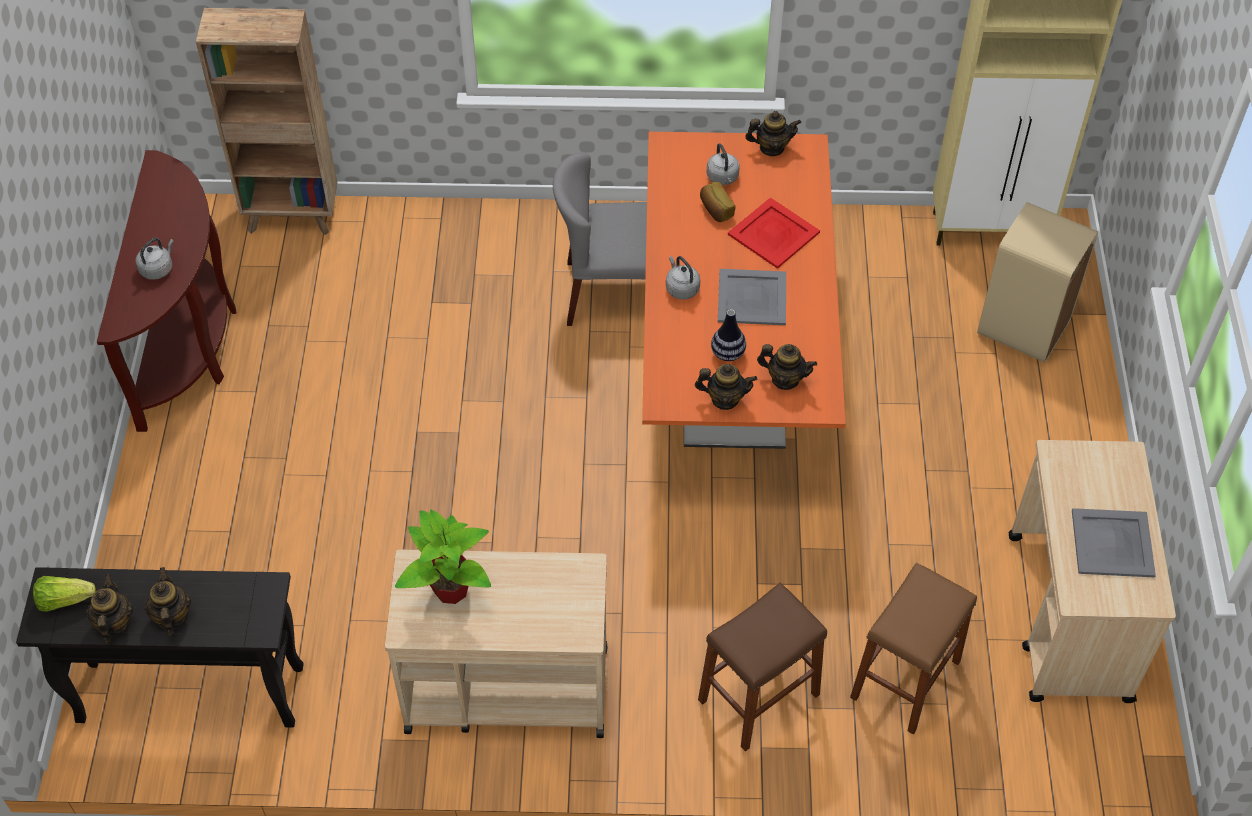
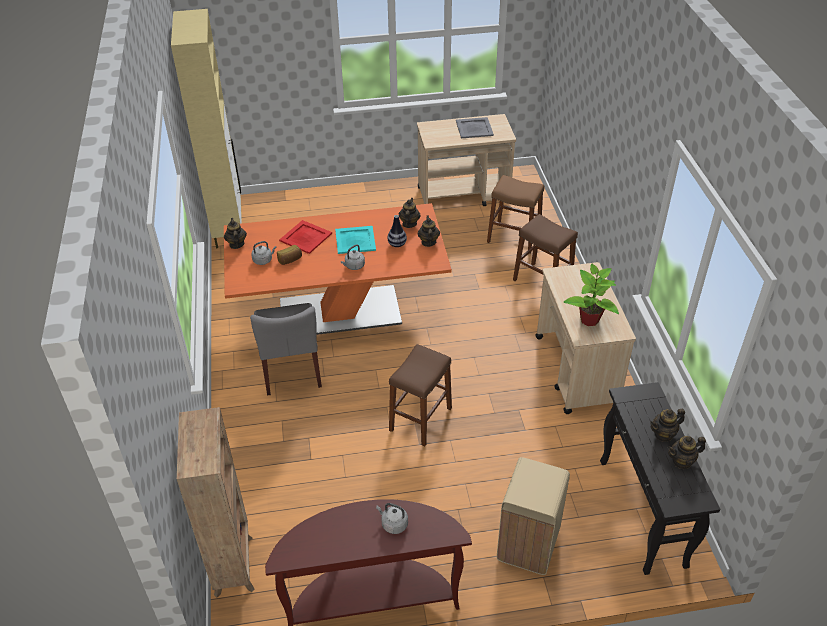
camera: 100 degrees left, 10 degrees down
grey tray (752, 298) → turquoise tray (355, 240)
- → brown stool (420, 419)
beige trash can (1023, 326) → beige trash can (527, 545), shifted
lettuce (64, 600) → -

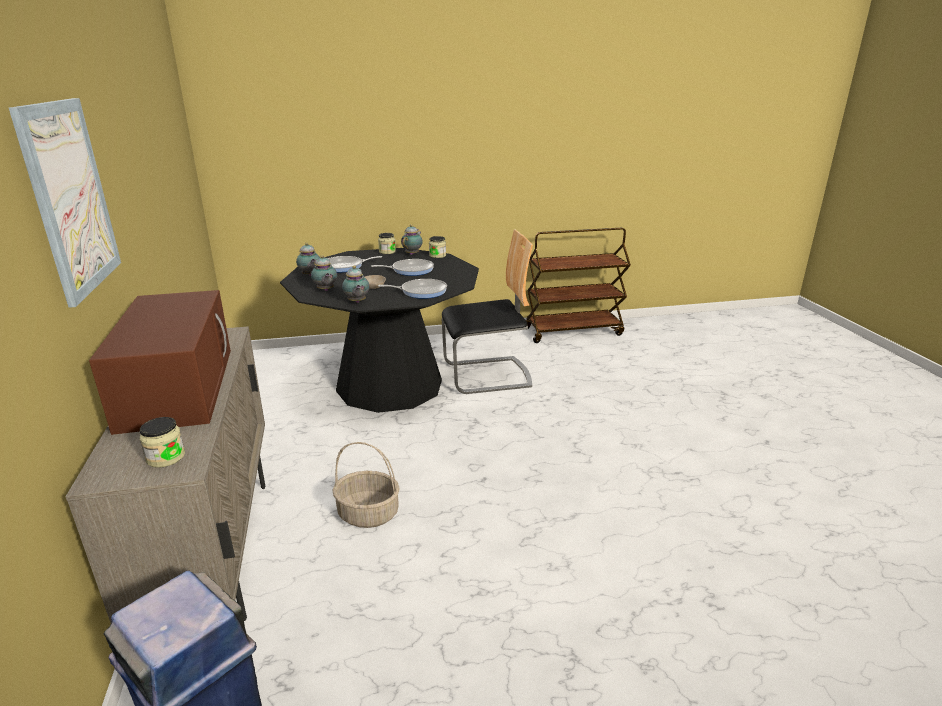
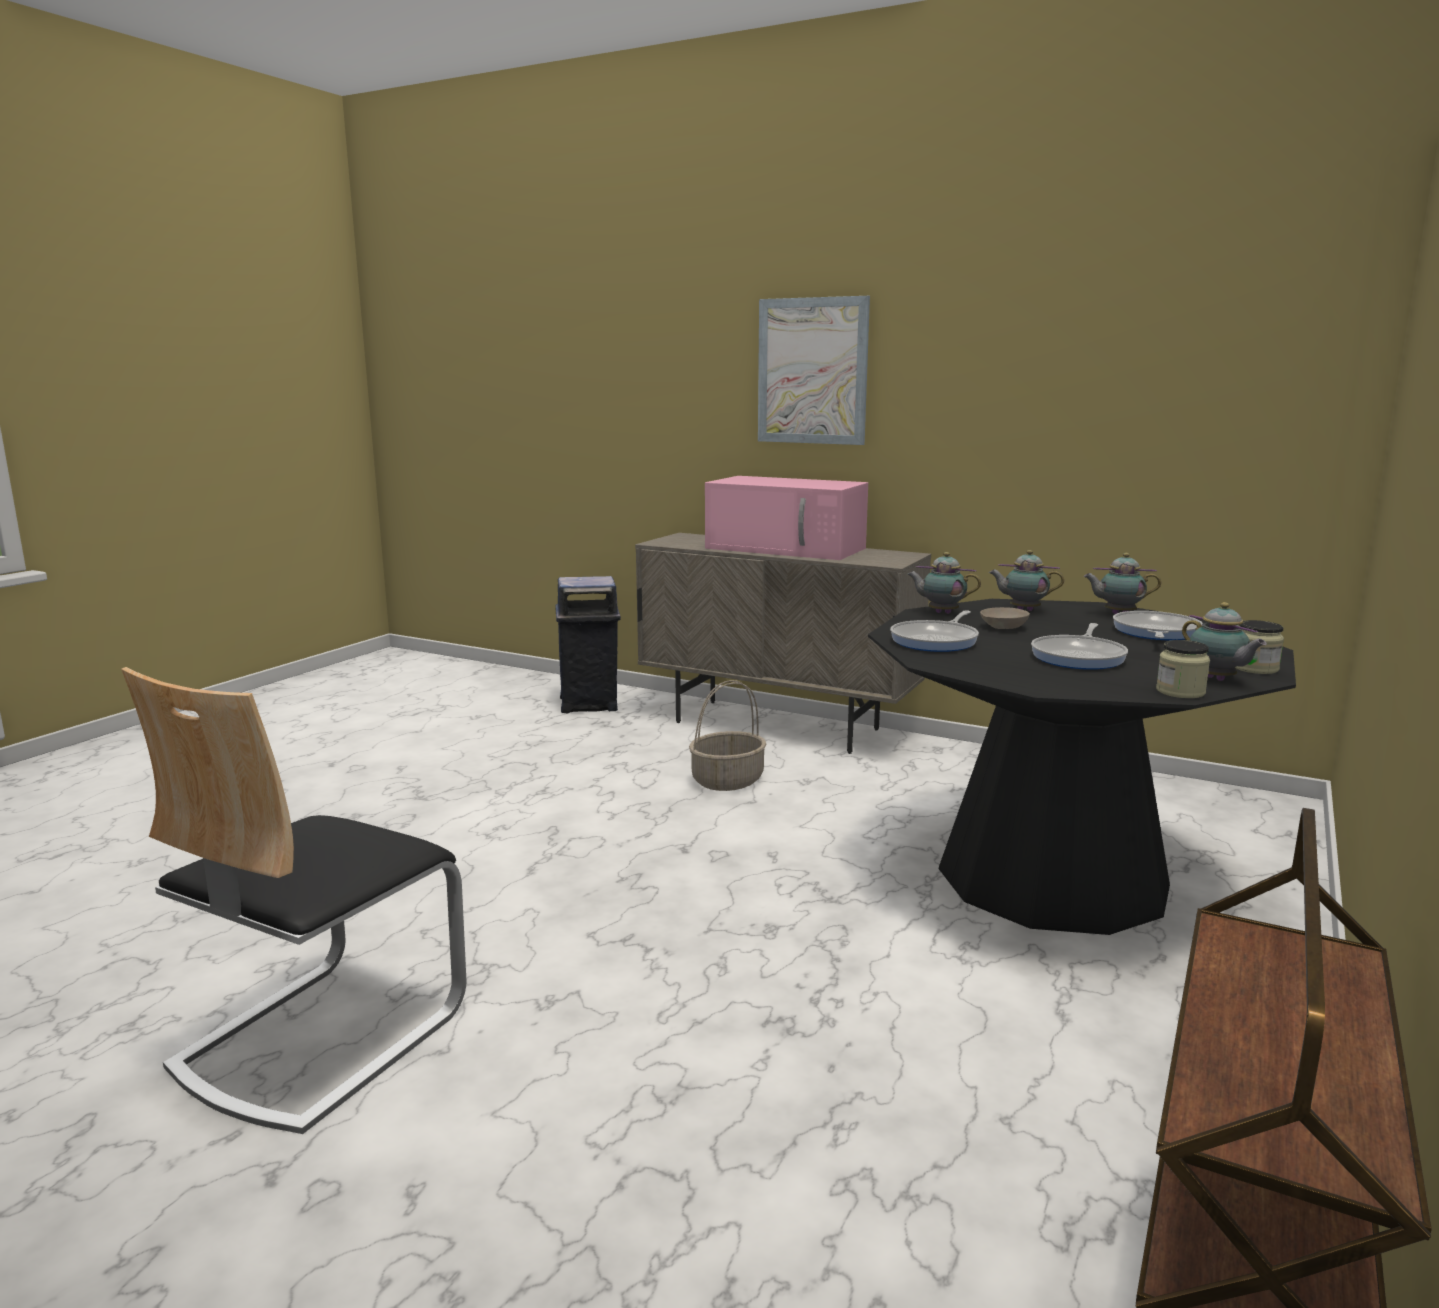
camera: 130 degrees right, 10 degrees down
chair (487, 375) → chair (319, 1036), shifted
brown microwave (178, 386) → pink microwave (788, 548)
jar (166, 457) → -

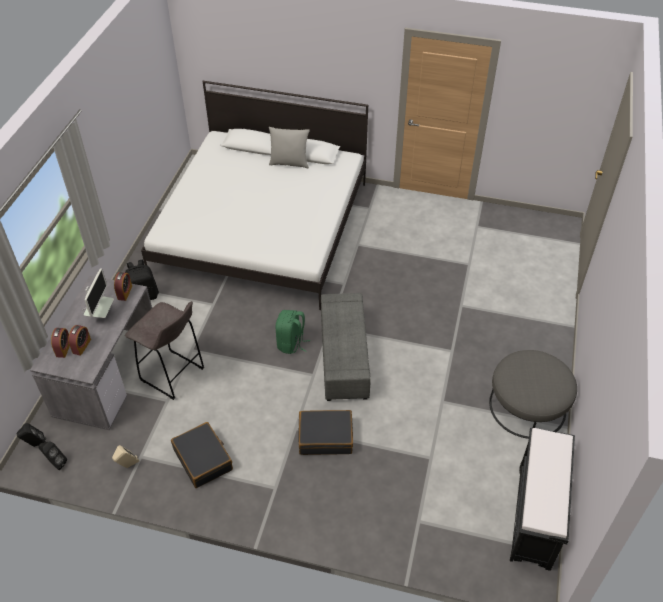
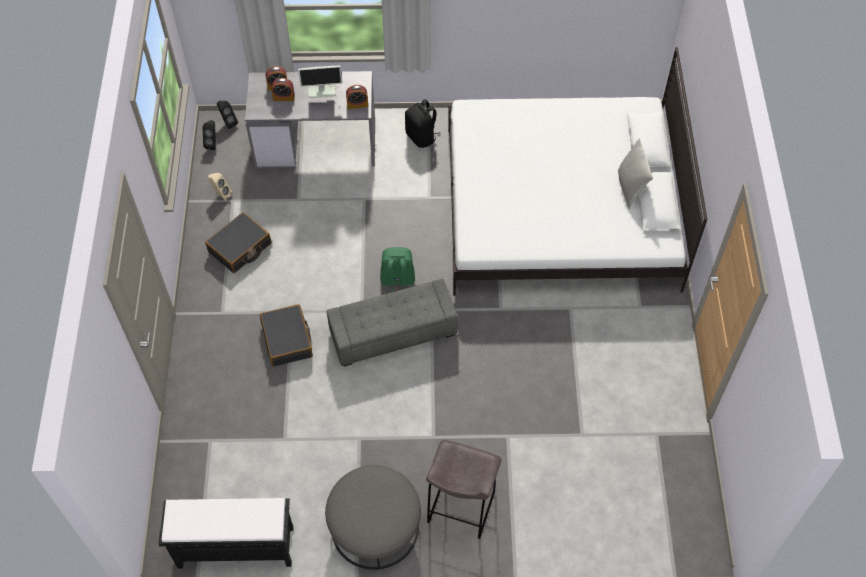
camera: 75 degrees right, 10 degrees up
grey stool (174, 375) → grey stool (460, 510), shifted

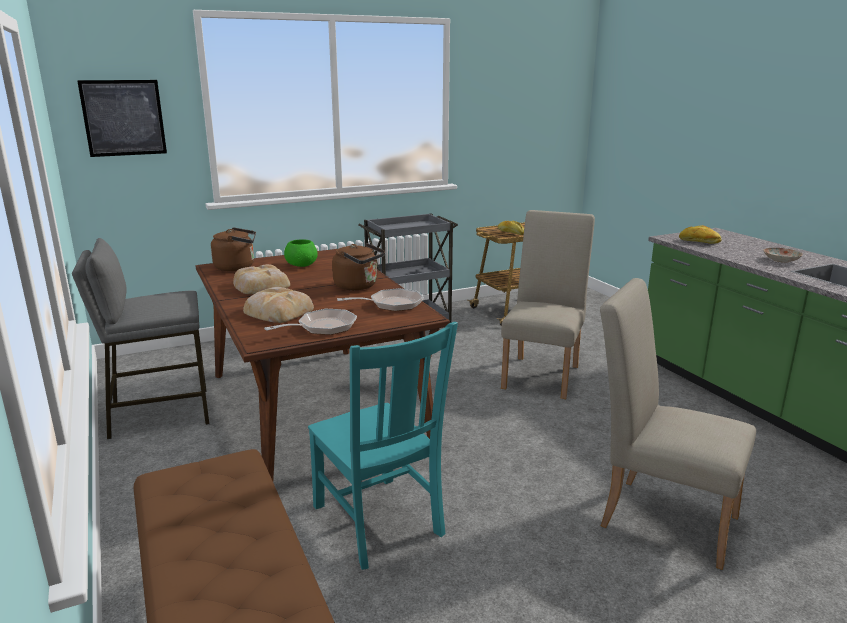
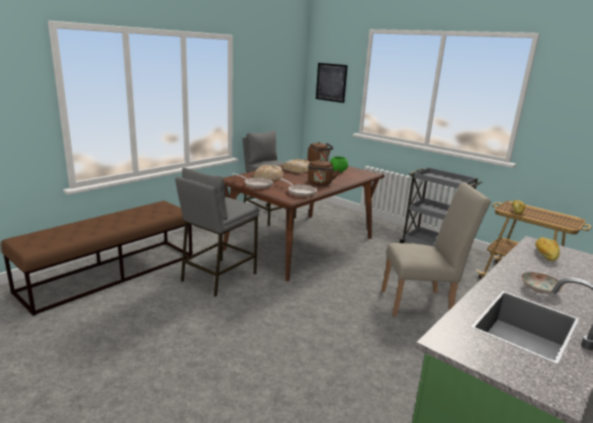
camera: 65 degrees right, 0 degrees up
turquoise chair (379, 523) → grey stool (218, 277)
beige chair (658, 516) → -

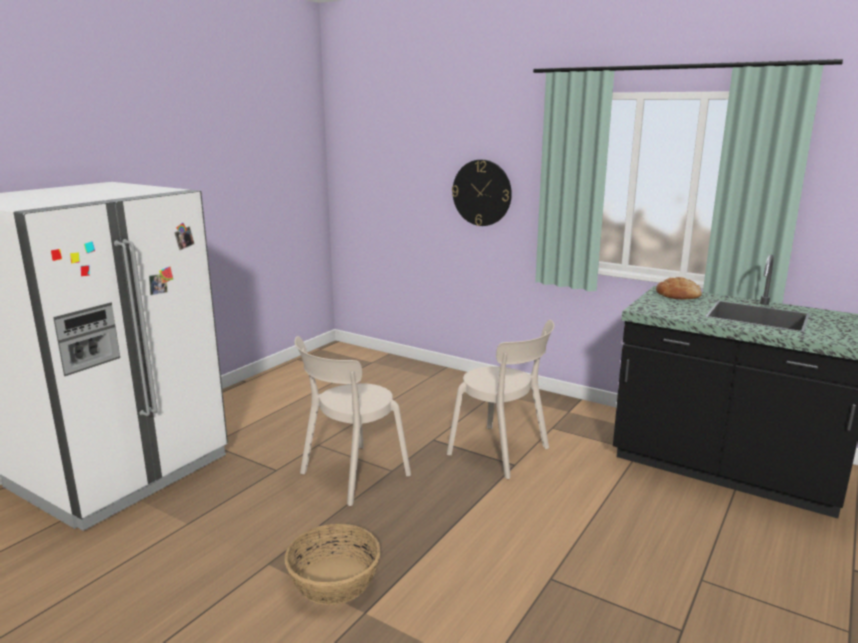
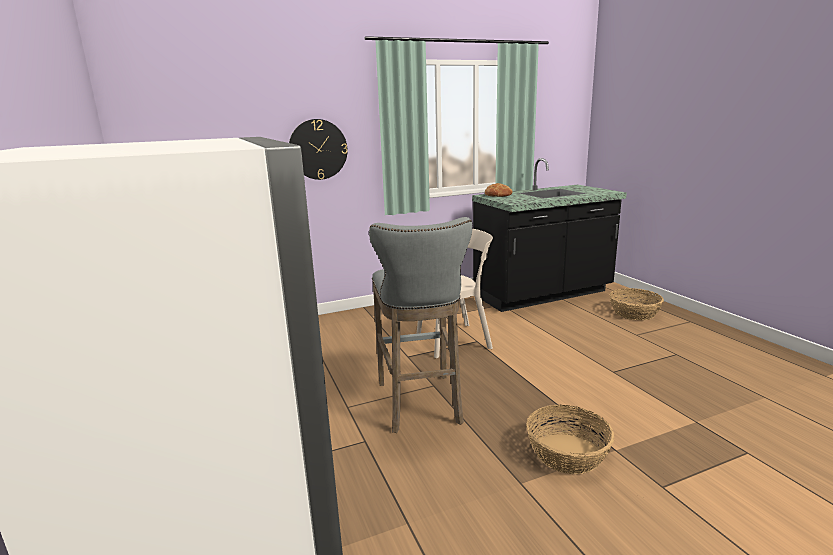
camera: 55 degrees left, 0 degrees up
beige chair (351, 476) → grey stool (421, 405)
- → basket (634, 313)

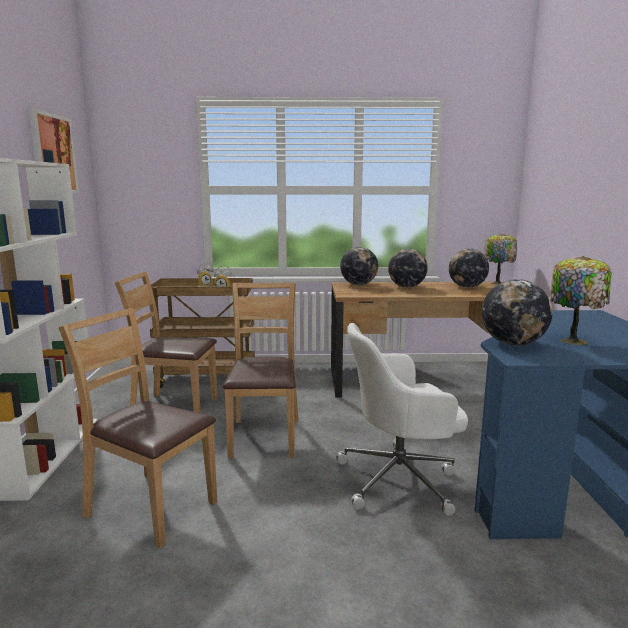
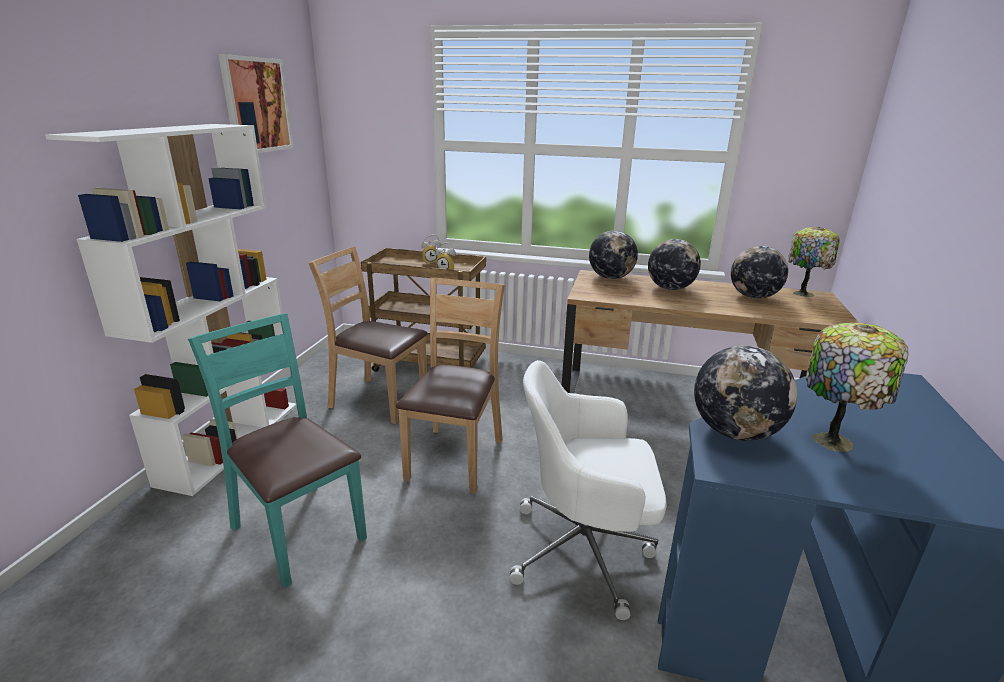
camera: 15 degrees right, 10 degrees up
brown chair (151, 507) → turquoise chair (298, 531)

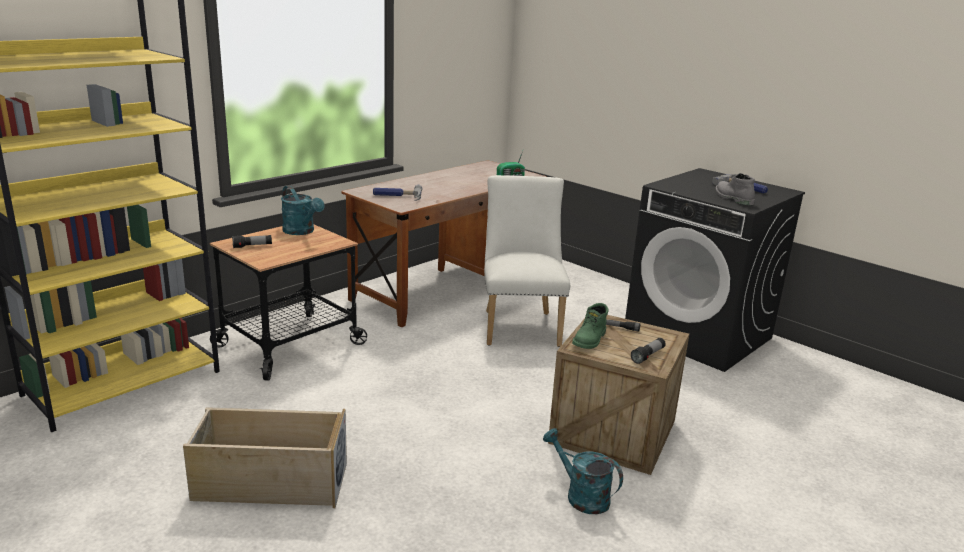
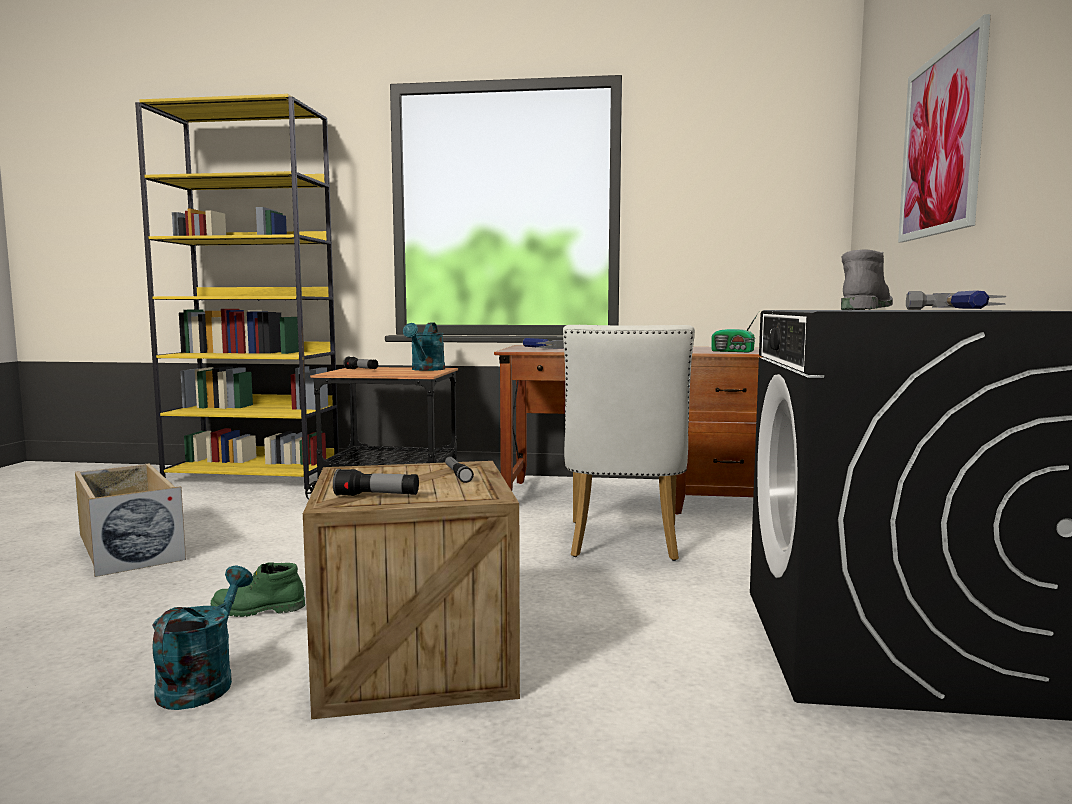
camera: 55 degrees right, 15 degrees down
green boot (590, 340) → green boot (257, 610), shifted
white chair (520, 325) → white chair (623, 544), 135 degrees clockwise
- → picture (941, 143)

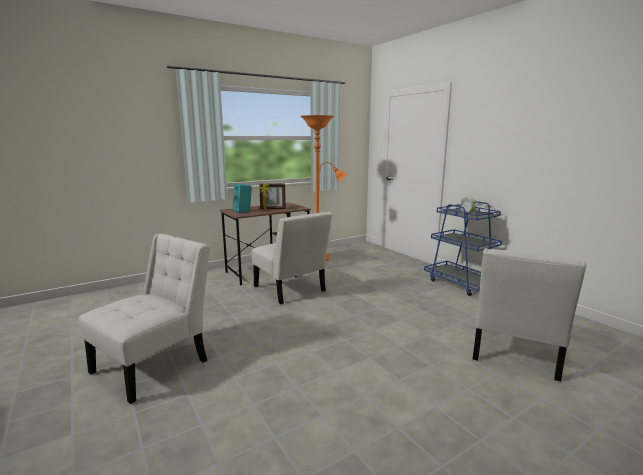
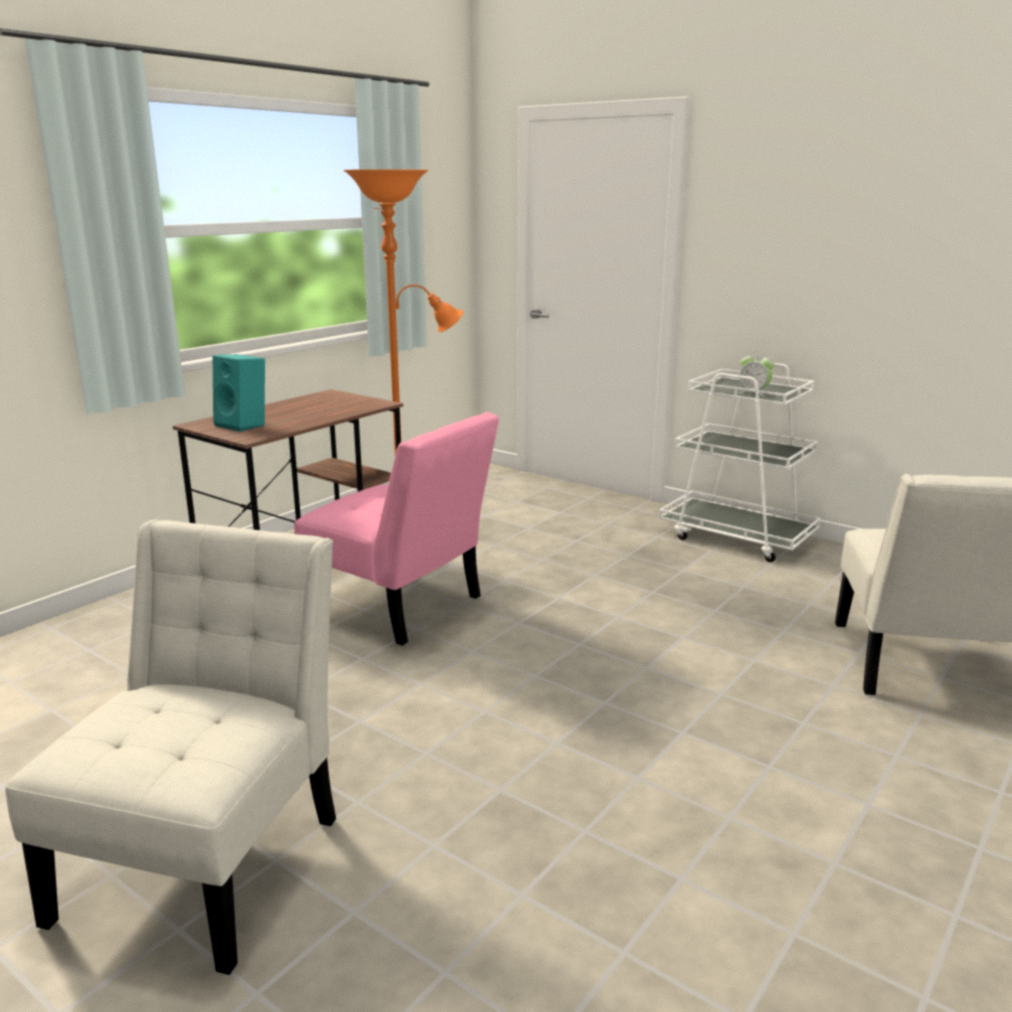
camera: 20 degrees left, 5 degrees up
white chair (291, 290) → pink chair (400, 607)
blue cart (460, 283) → white cart (737, 537)
picture frame (273, 209) → -

